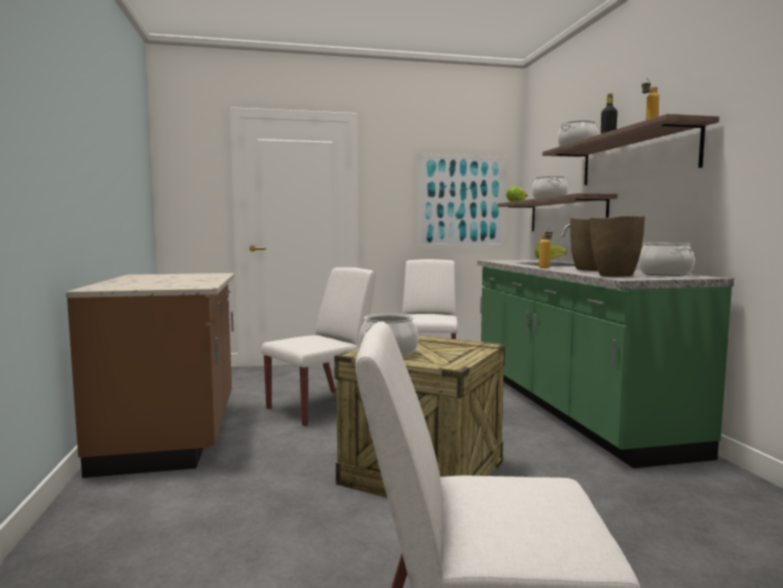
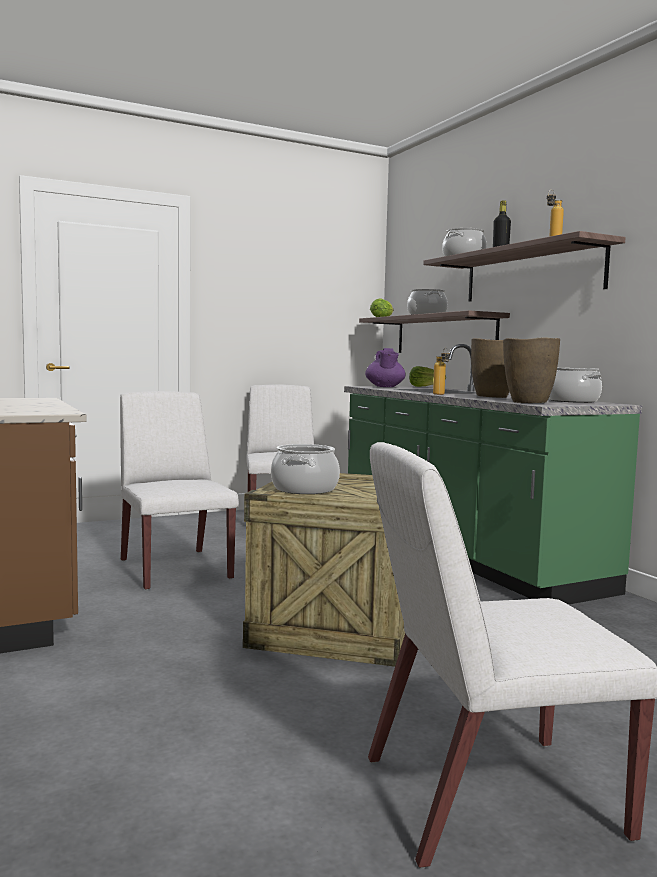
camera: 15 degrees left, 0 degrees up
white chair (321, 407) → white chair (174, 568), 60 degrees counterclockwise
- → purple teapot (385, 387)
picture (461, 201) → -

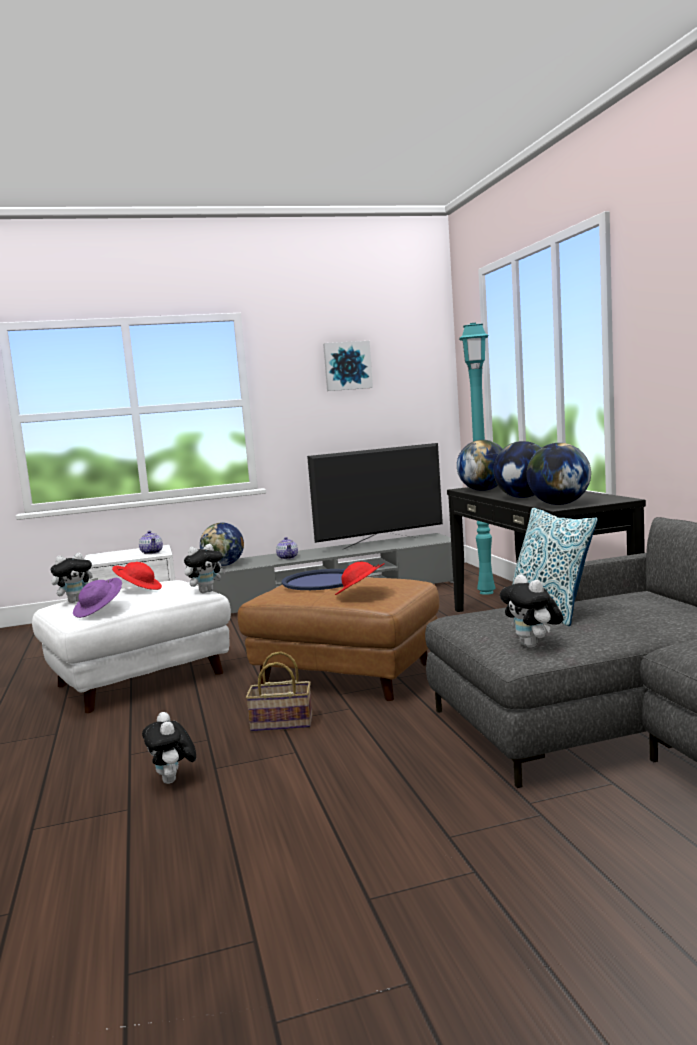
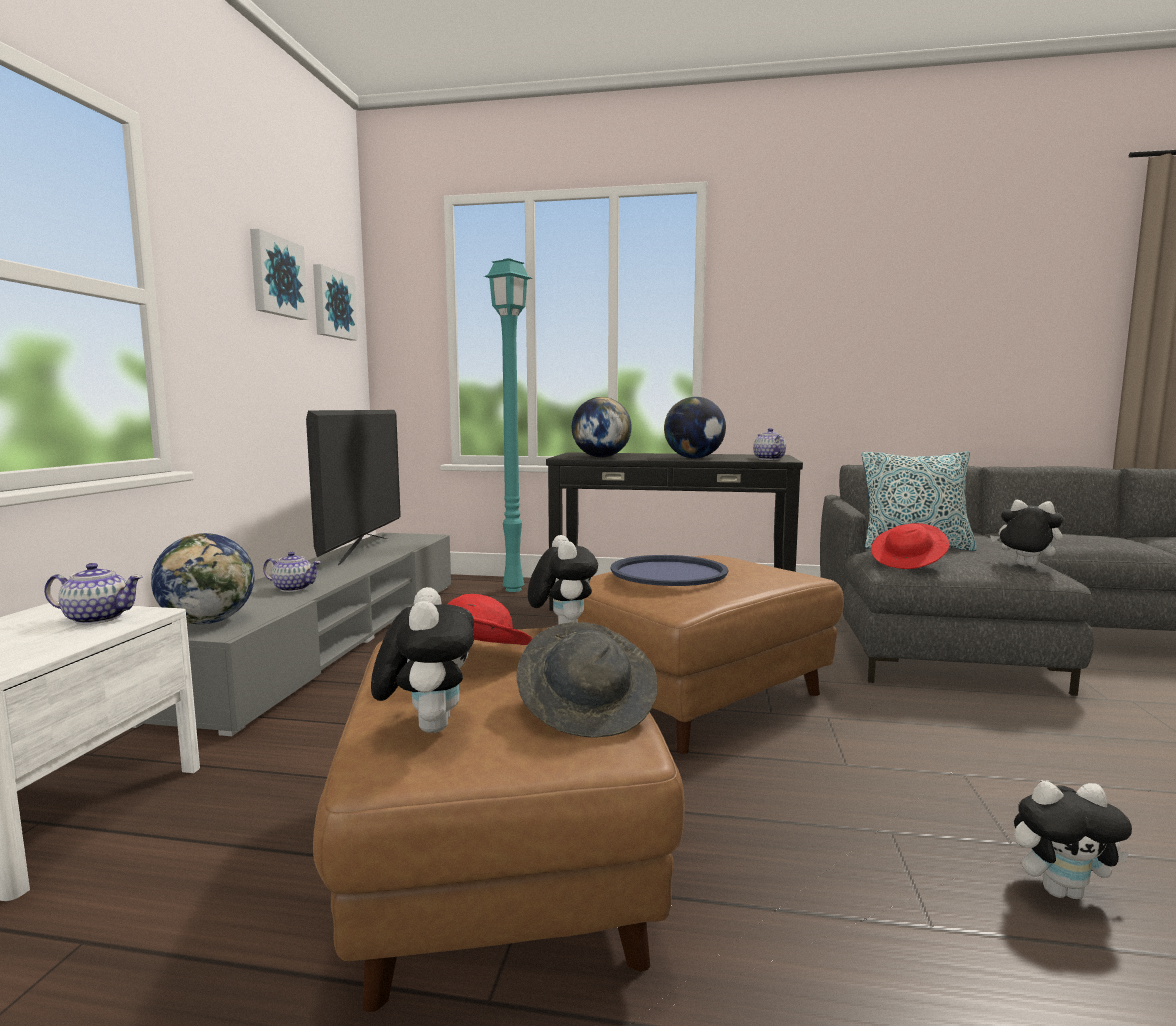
camera: 65 degrees left, 0 degrees up
- → picture (332, 304)
white ottoman (140, 679) → brown ottoman (498, 861)
purple hat (99, 611) → grey hat (588, 709)
globe (559, 504) → teapot (768, 459)
red hat (360, 593) → red hat (908, 563), shifted
plush toy (533, 645) → plush toy (1024, 566), 150 degrees counterclockwise
basket (280, 723) → -

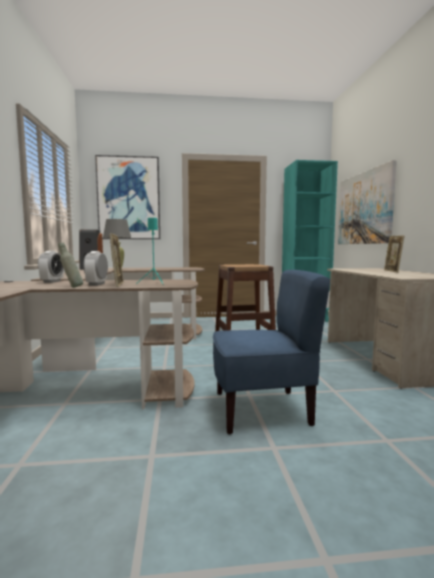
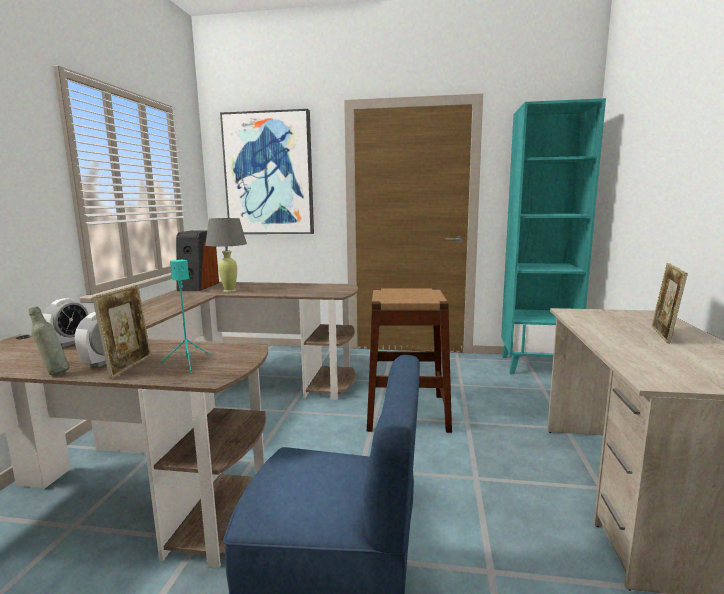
camera: 15 degrees right, 5 degrees up
picture (364, 208) → -

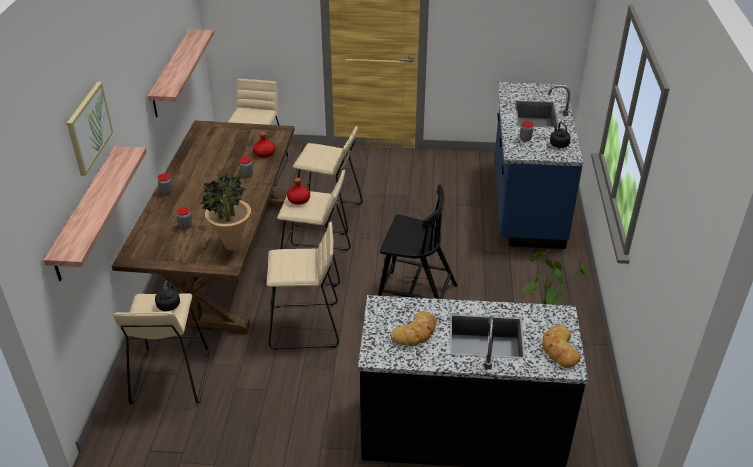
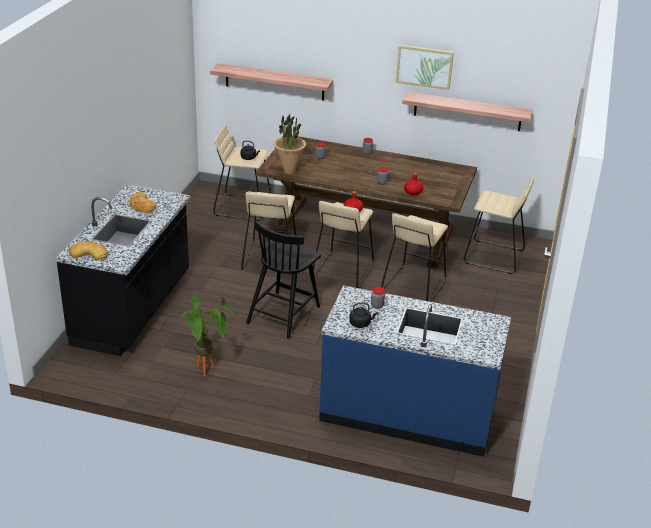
camera: 100 degrees right, 5 degrees down
picture (89, 127) → picture (424, 66), shifted

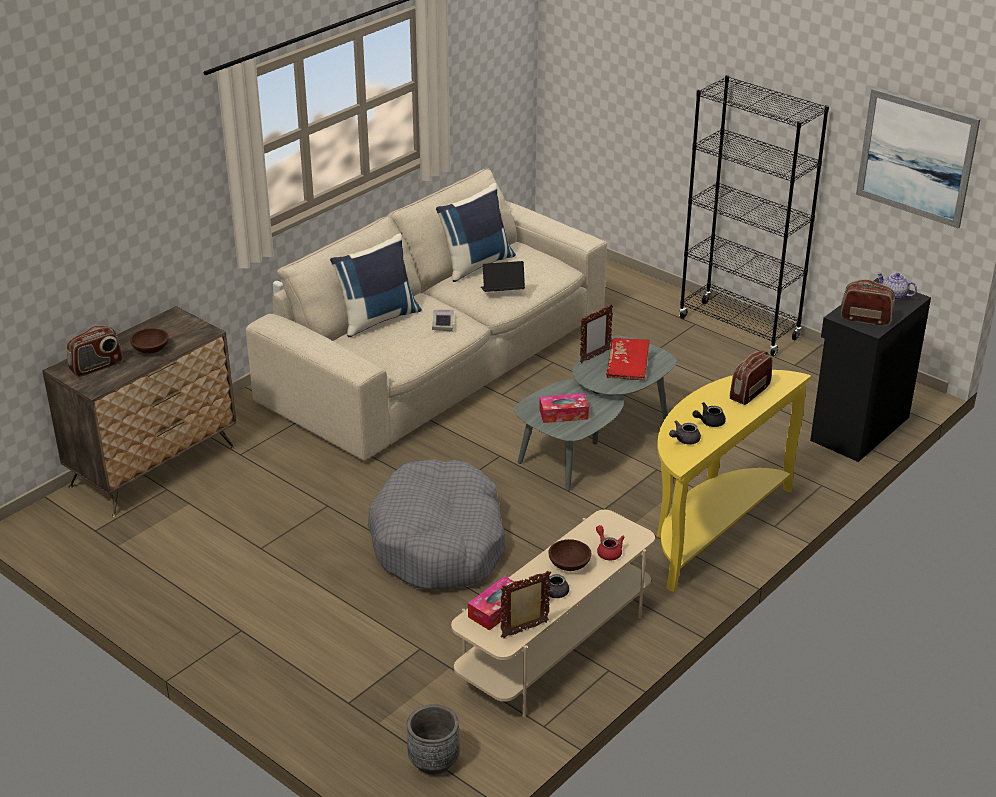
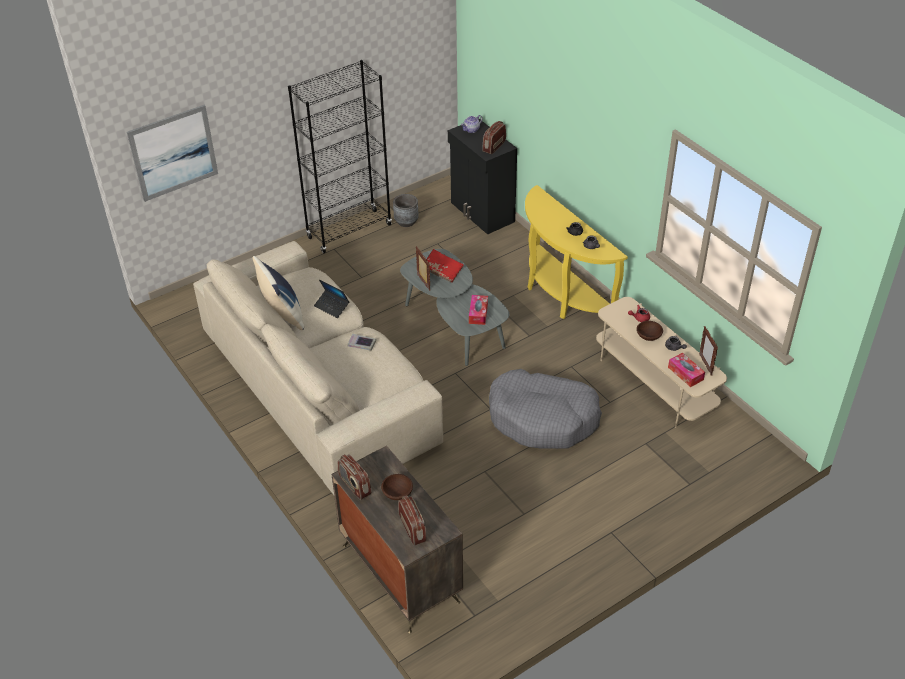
camera: 75 degrees left, 10 degrees up
picture (916, 157) → picture (173, 153), shifted
laptop (502, 292) → laptop (332, 306), 60 degrees counterclockwise
radio (749, 392) → radio (354, 486), shifted
grey planter (433, 761) → grey planter (406, 222), shifted
blue pillow (377, 318) → -

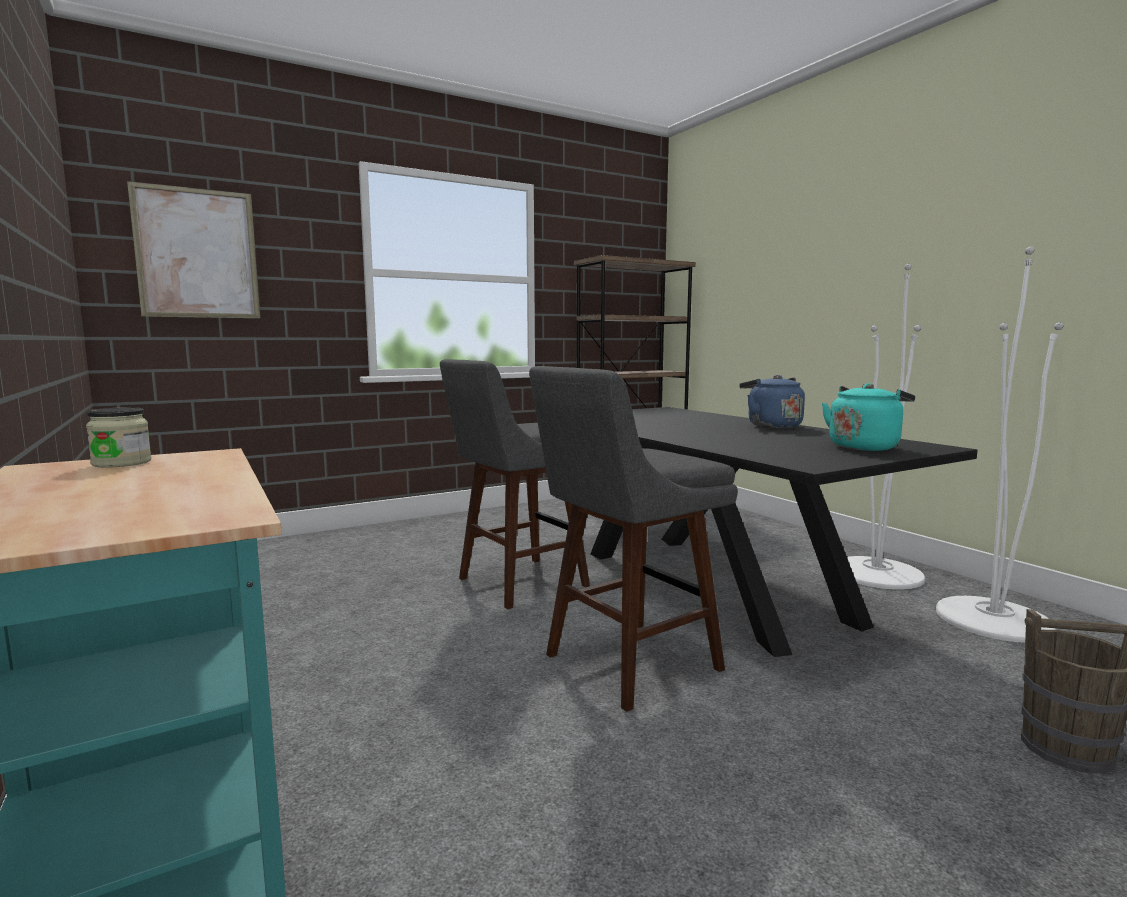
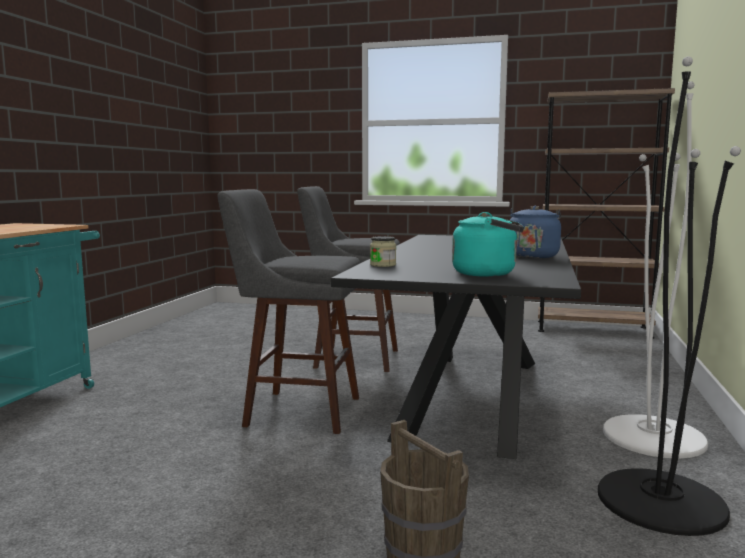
camera: 45 degrees right, 0 degrees up
jar (122, 463) → jar (383, 265), shifted
white floor lamp (993, 619) → black floor lamp (660, 501)
picture (197, 253) → -

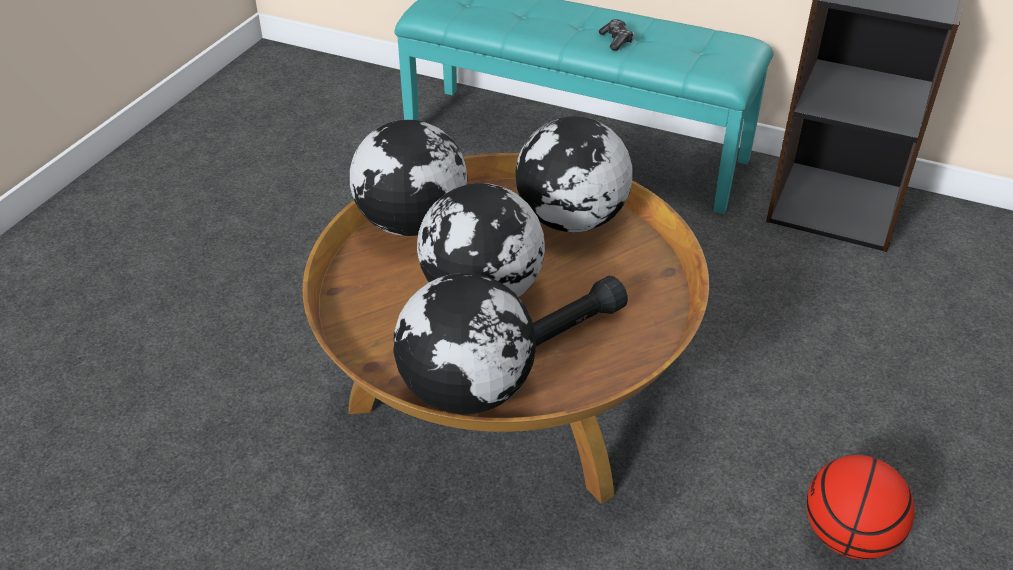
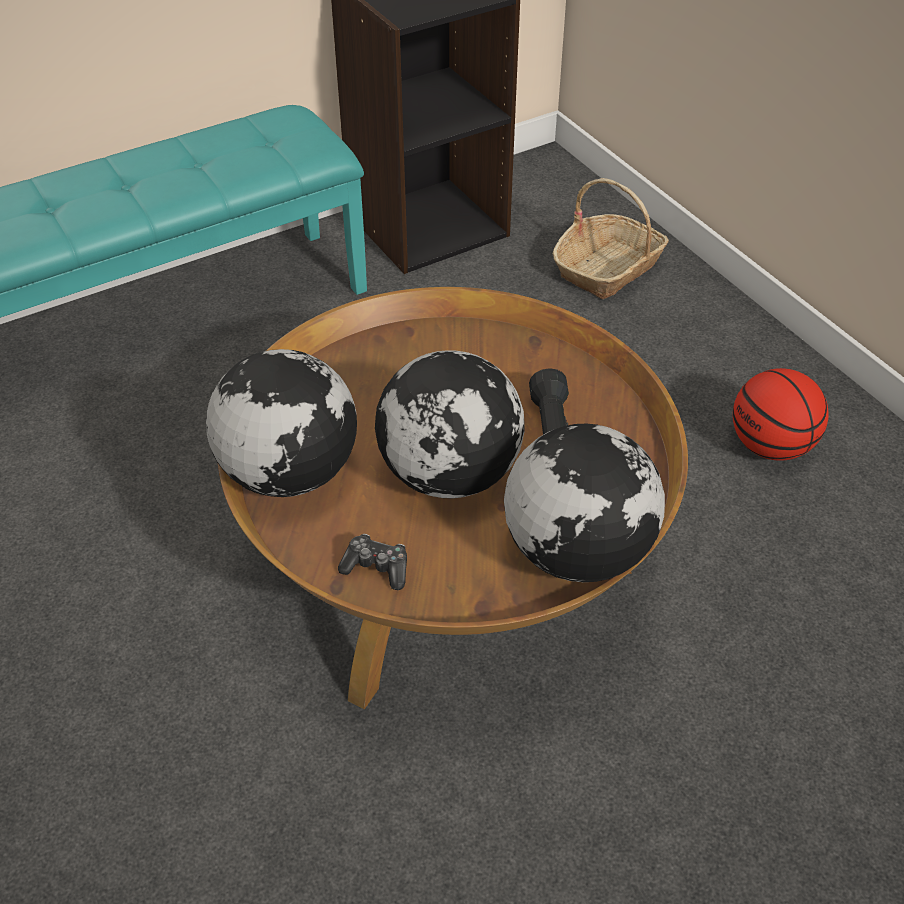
camera: 55 degrees left, 5 degrees up
game controller (616, 40) → game controller (376, 568), shifted
- → basket (608, 268)
globe (570, 221) → -

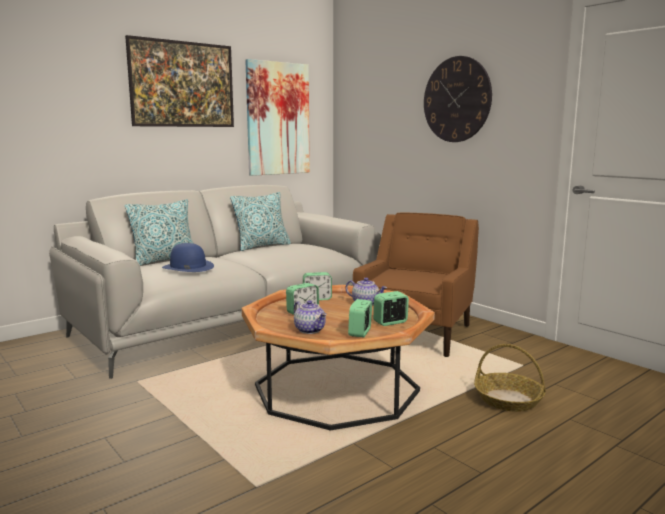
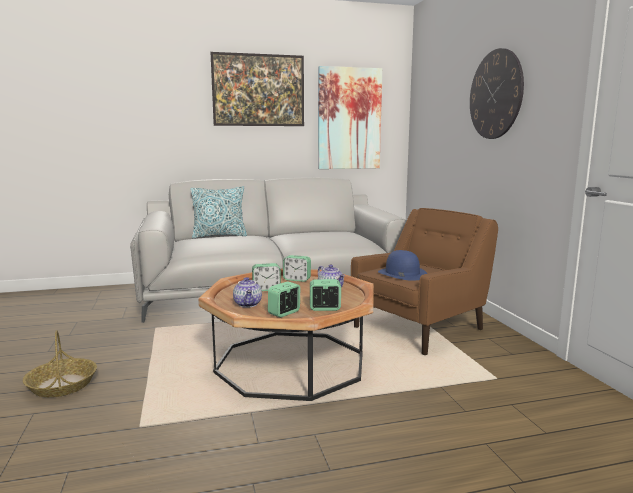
camera: 25 degrees right, 0 degrees up
basket (508, 399) → basket (62, 385), shifted
blue hat (188, 267) → blue hat (402, 273), shifted
pillow (262, 246) → -

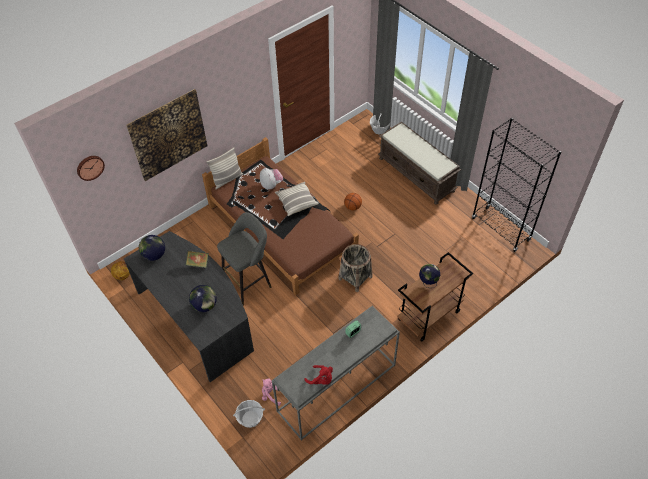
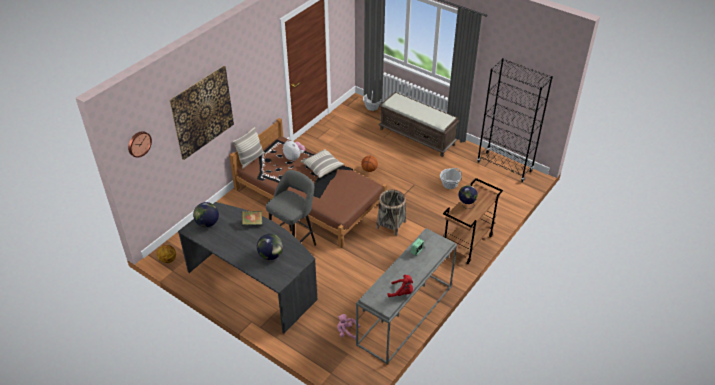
camera: 15 degrees left, 10 degrees down
basket (250, 419) → basket (449, 184), shifted

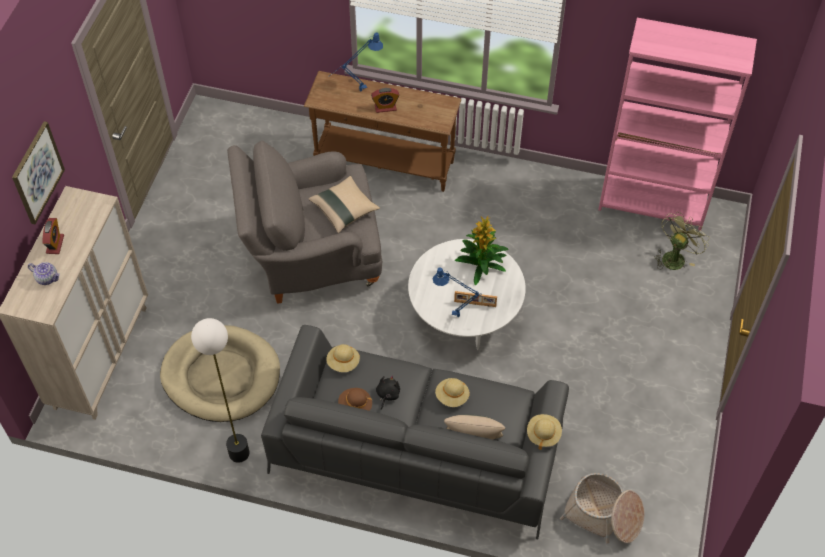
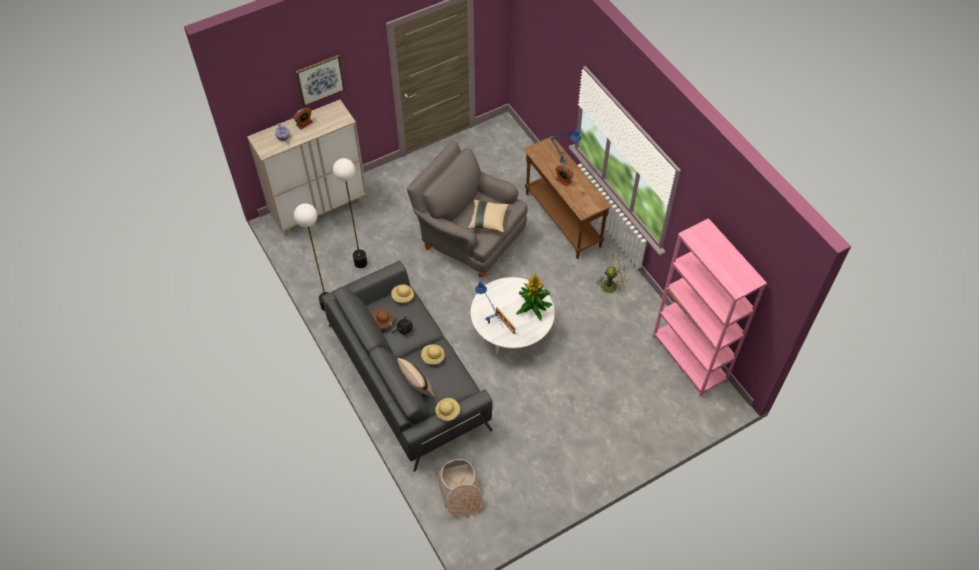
camera: 45 degrees right, 0 degrees up
beige dog bed (221, 376) → floor lamp (360, 262)
green fan (675, 257) → green fan (612, 285), shifted

